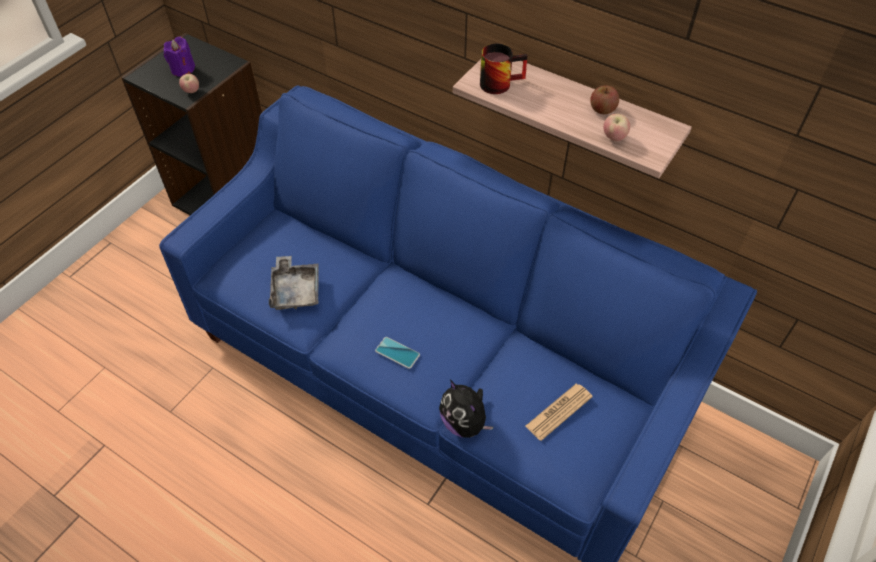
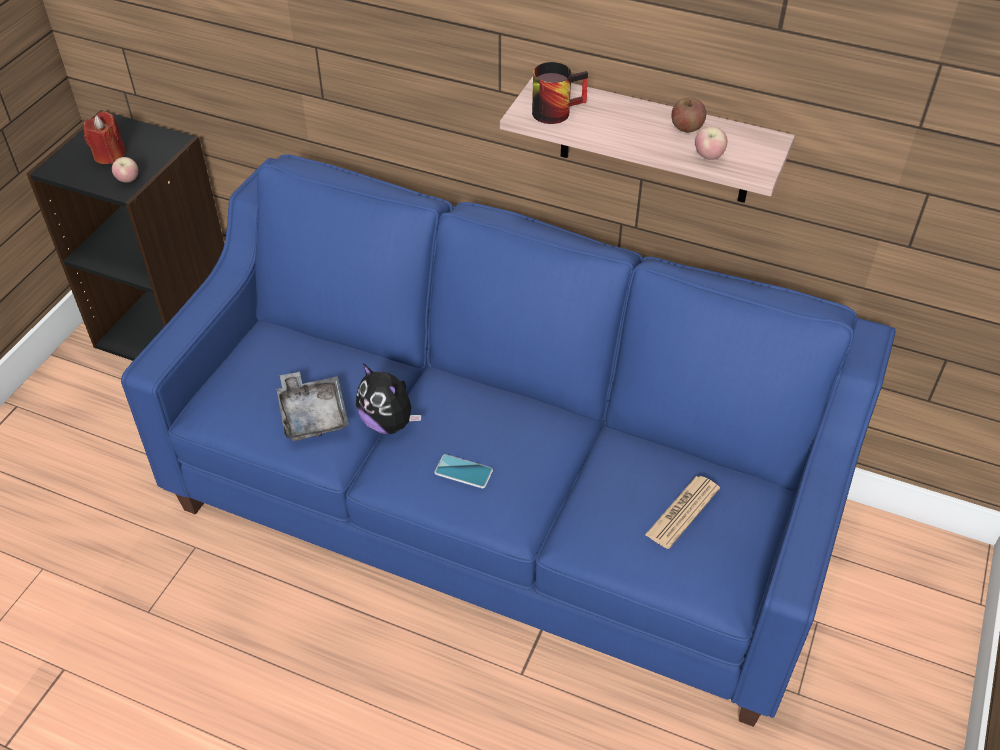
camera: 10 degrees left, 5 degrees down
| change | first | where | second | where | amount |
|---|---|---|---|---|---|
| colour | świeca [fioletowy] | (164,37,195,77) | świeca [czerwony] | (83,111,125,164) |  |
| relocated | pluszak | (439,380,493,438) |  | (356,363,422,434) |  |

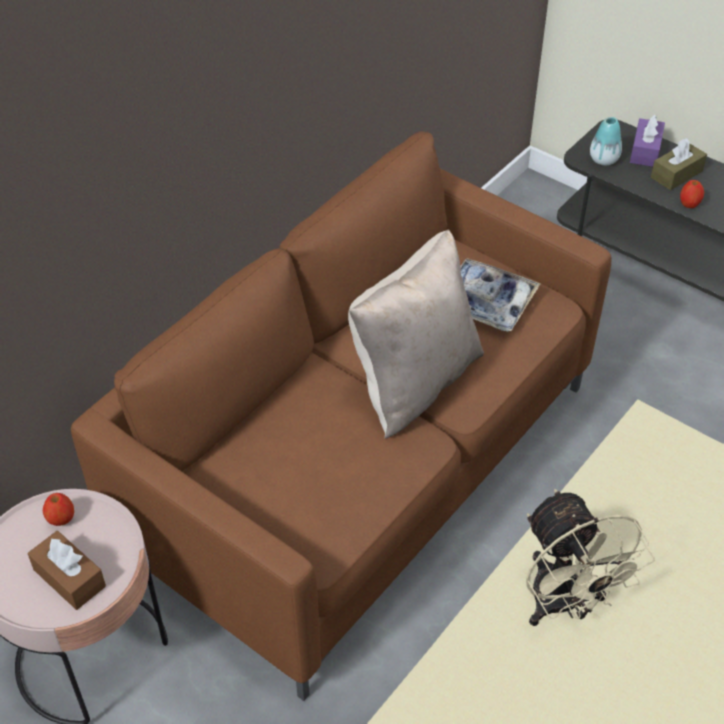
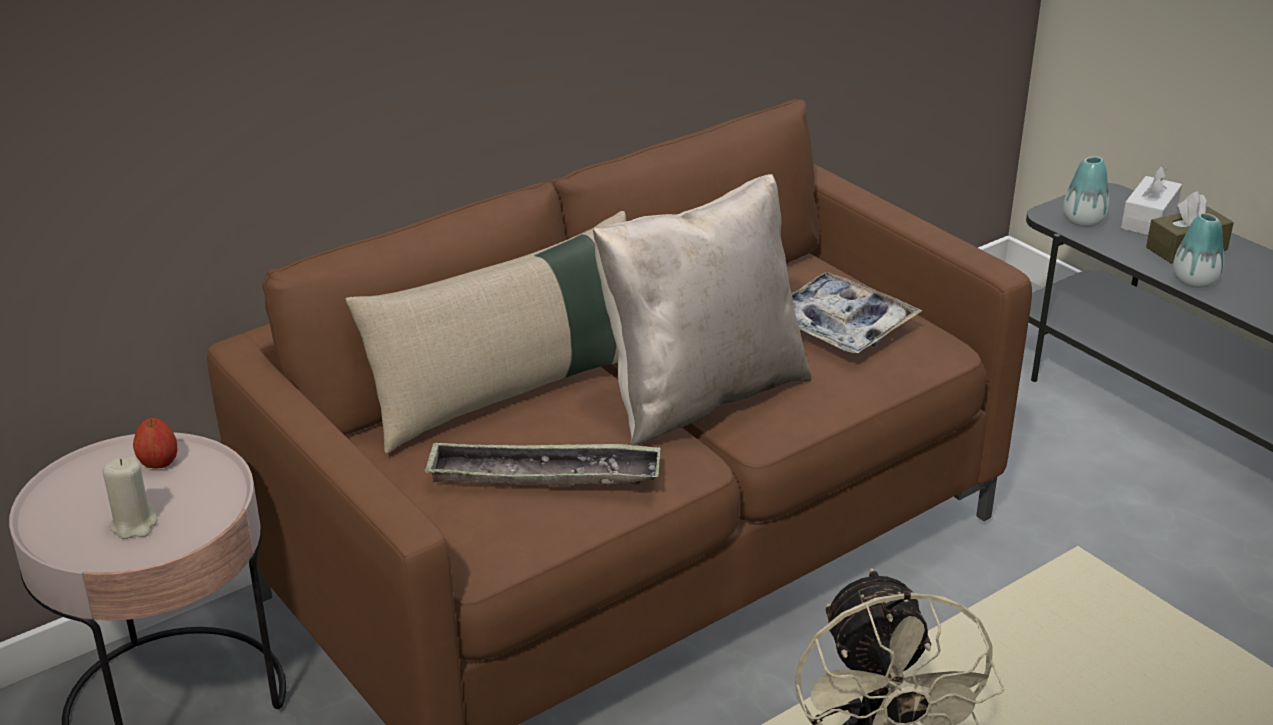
camera: 15 degrees right, 15 degrees down
| change | first | where | second | where | amount |
|---|---|---|---|---|---|
| exchanged | pudełko chusteczek [brązowy] | (28,531,106,610) | świeca [beżowy] | (103,457,158,539) |  |
| colour | pudełko chusteczek [fioletowy] | (630,114,665,167) | pudełko chusteczek [biały] | (1121,166,1182,235) |  |
| exchanged | jabłko | (680,180,704,208) | wazon | (1173,213,1224,288) |  |
| appeared |  |  | poduszka [beżowy] | (345,211,626,453) |  |
| appeared |  |  | taca | (425,442,661,486) |  |

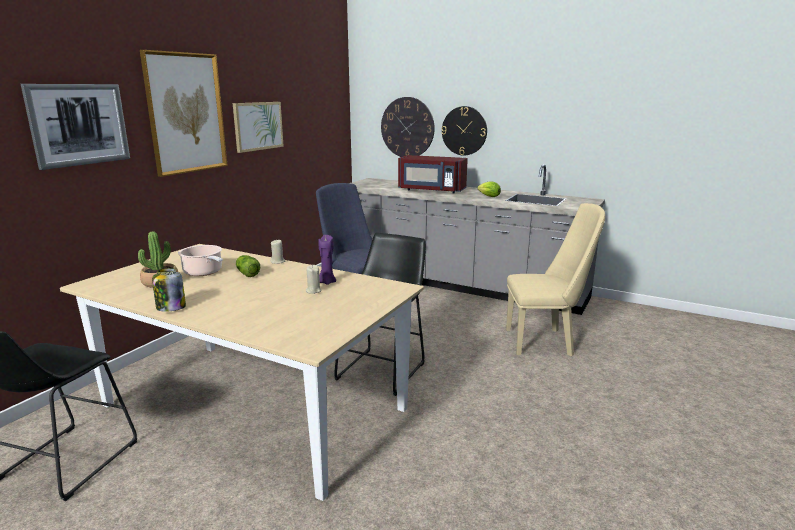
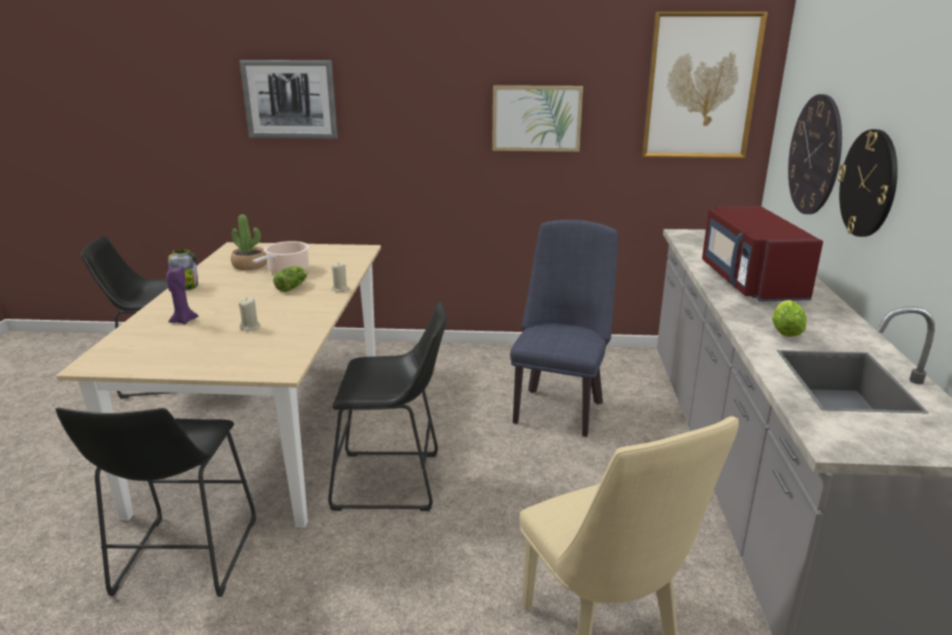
camera: 65 degrees right, 5 degrees up
| change | first | where | second | where | amount |
|---|---|---|---|---|---|
| relocated | obraz | (140,50,228,177) |  | (642,12,768,158) |  |
| relocated | świeca [fioletowy] | (318,235,336,285) |  | (166,265,198,324) |  |
| appeared |  |  | stołek [czarny] | (56,408,256,597) |  |

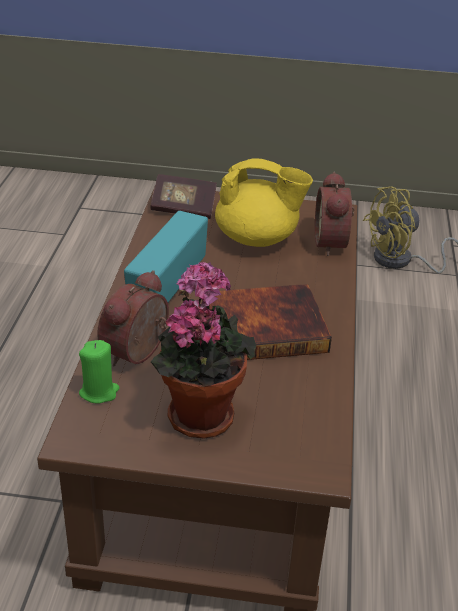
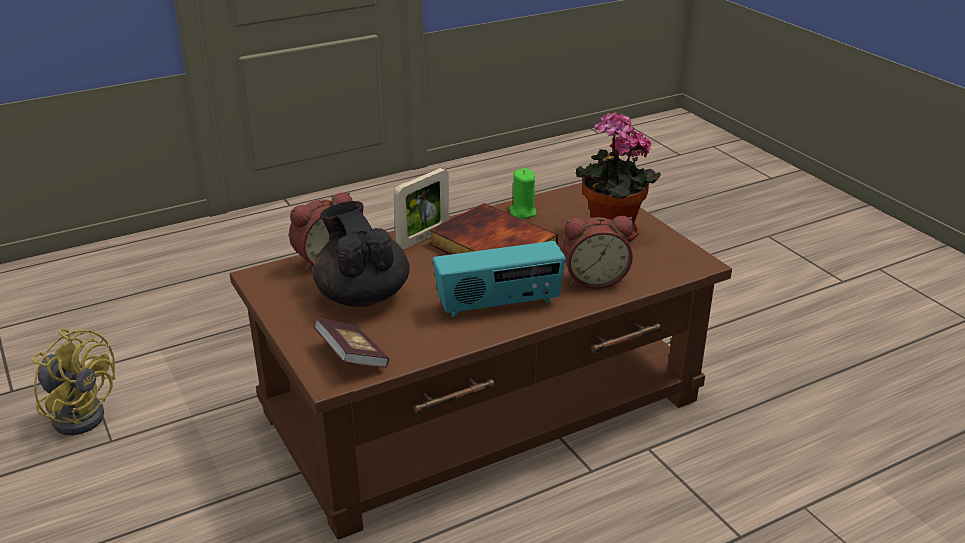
camera: 125 degrees left, 5 degrees down
| change | first | where | second | where | amount |
|---|---|---|---|---|---|
| relocated | świeca [zielony] | (79,340,119,403) |  | (509,168,536,219) |  |
| colour | imbryk [żółty] | (215,158,313,247) | imbryk [czarny] | (313,201,410,307) |  |
| appeared |  |  | ramka na zdjęcie | (394,168,450,249) |  |

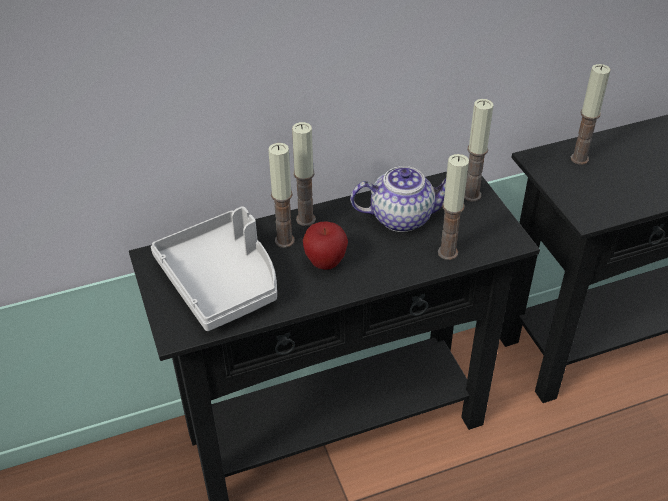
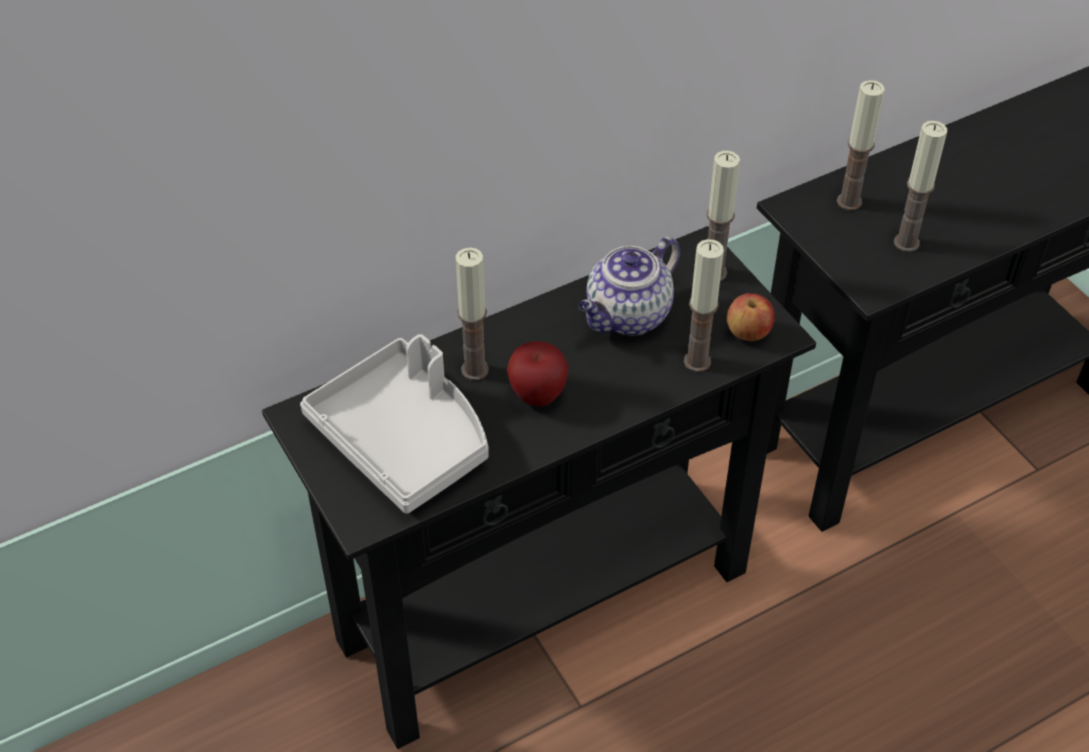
camera: 10 degrees left, 5 degrees up
| change | first | where | second | where | amount |
|---|---|---|---|---|---|
| relocated | świeca | (292,122,316,226) |  | (894,121,947,252) |  |
| spun | imbryk | (350,166,446,232) |  | (579,236,680,336) | 150 degrees clockwise |
| appeared |  |  | jabłko | (727,293,775,341) |  |

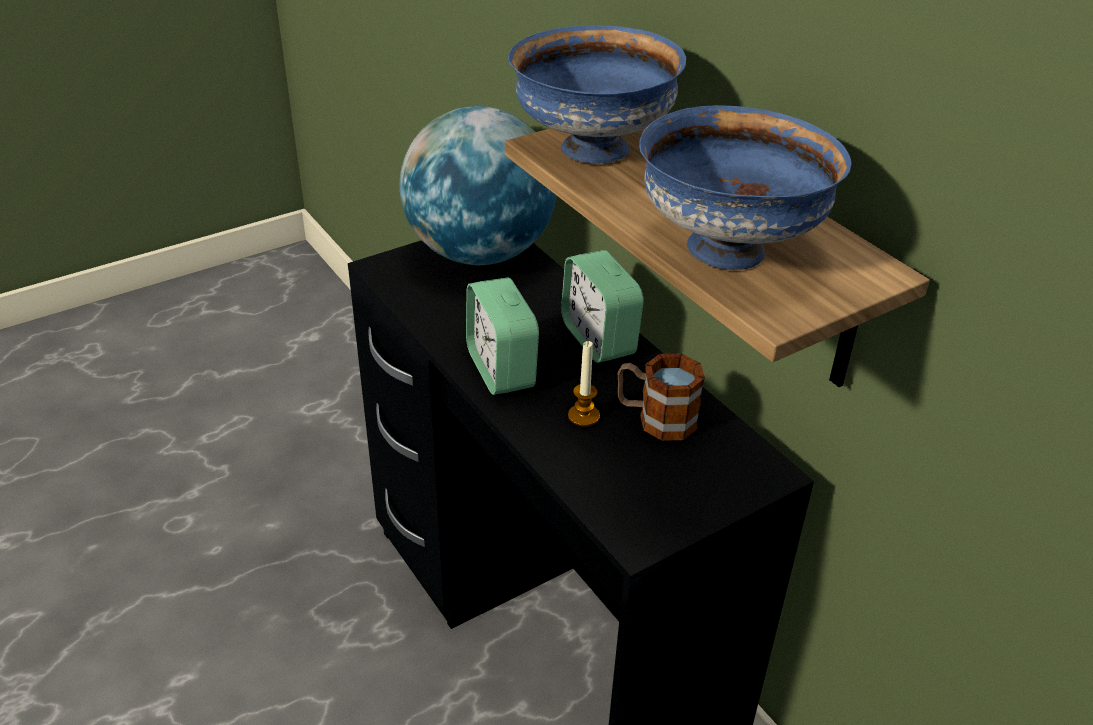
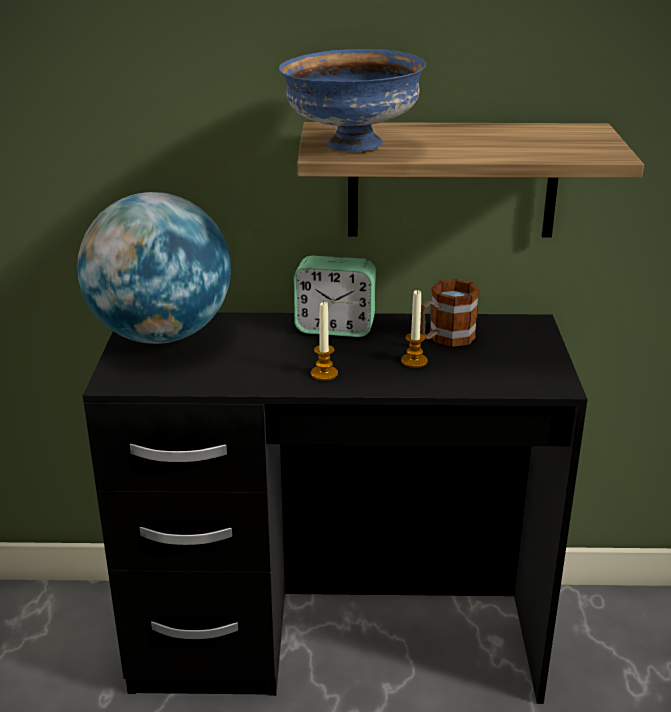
camera: 55 degrees left, 10 degrees down
| change | first | where | second | where | amount |
|---|---|---|---|---|---|
| exchanged | budzik | (466,277,539,395) | świeca | (311,302,338,381) |  |
| missing | miska [niebieski] | (639,105,852,270) |  |  |  |

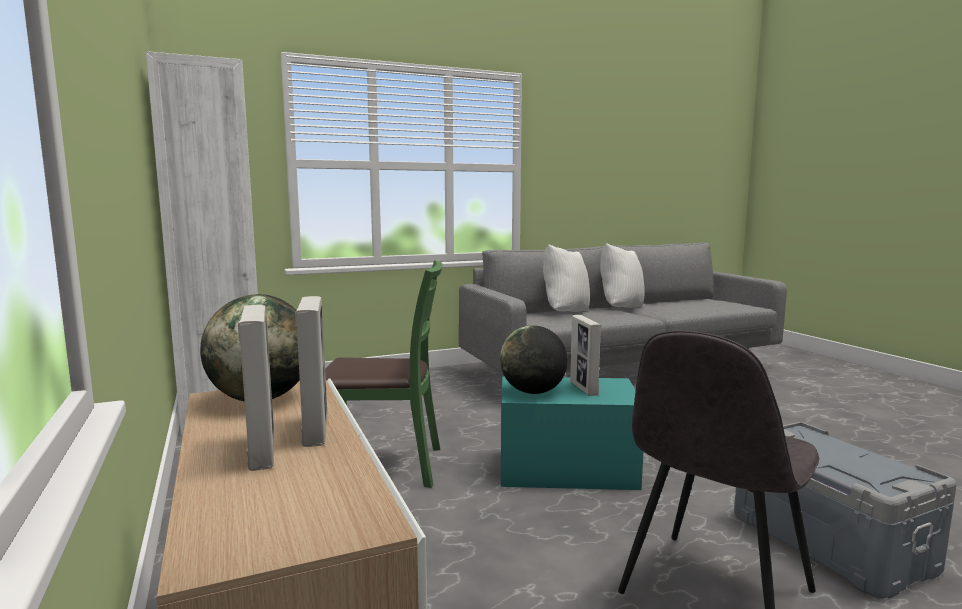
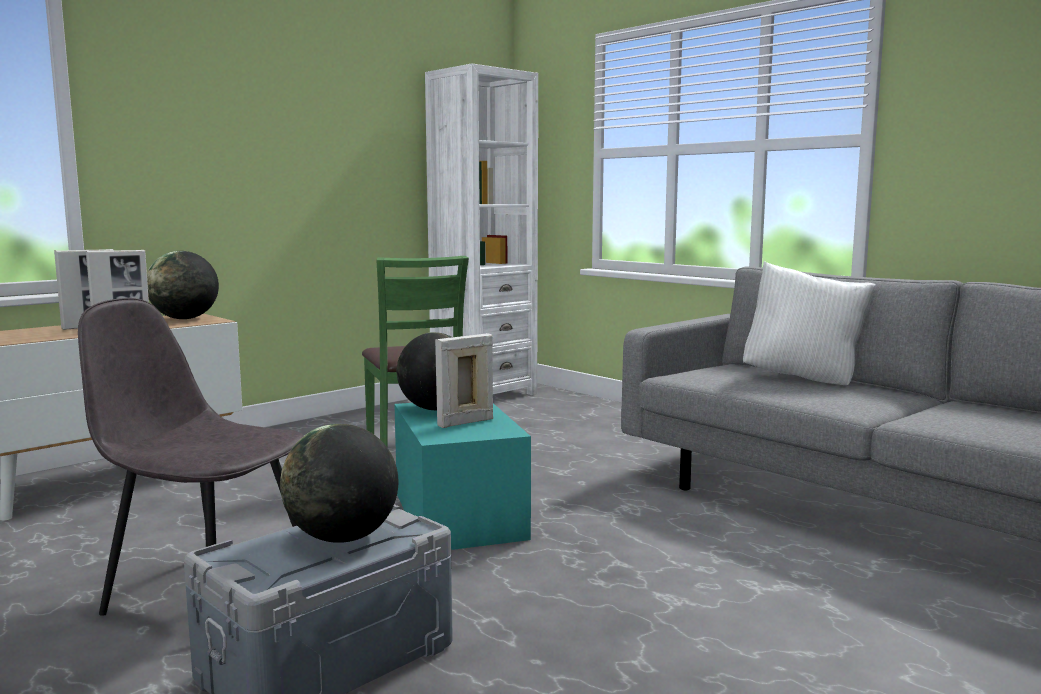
camera: 70 degrees right, 0 degrees up
| change | first | where | second | where | amount |
|---|---|---|---|---|---|
| missing | poduszka [biały] | (600,243,645,308) |  |  |  |
| appeared |  |  | globus | (280,424,398,543) |  |

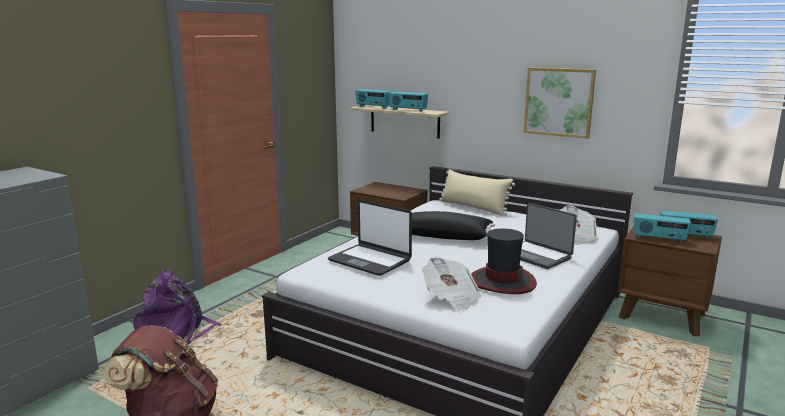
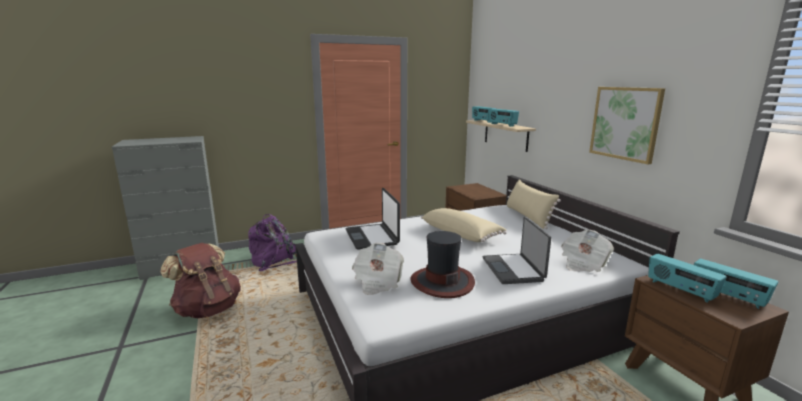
camera: 35 degrees right, 0 degrees up
| change | first | where | second | where | amount |
|---|---|---|---|---|---|
| colour | poduszka [czarny] | (412,211,495,240) | poduszka [beżowy] | (421,208,507,242) |  |

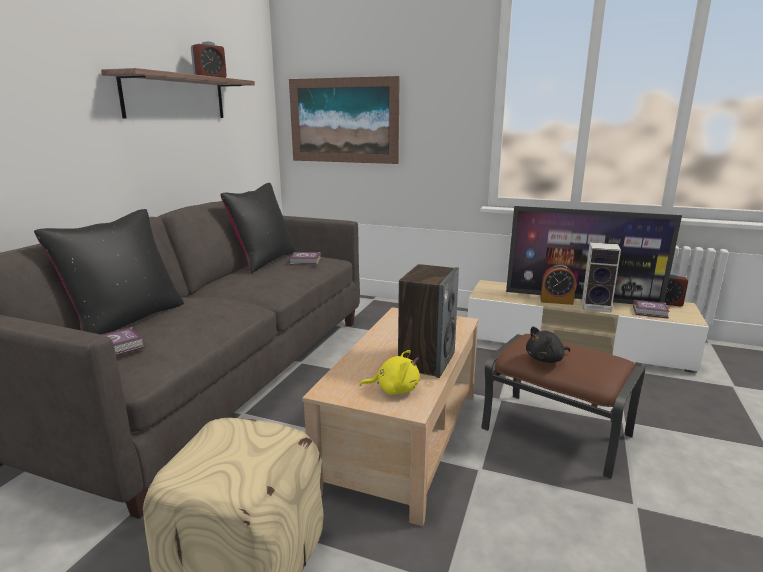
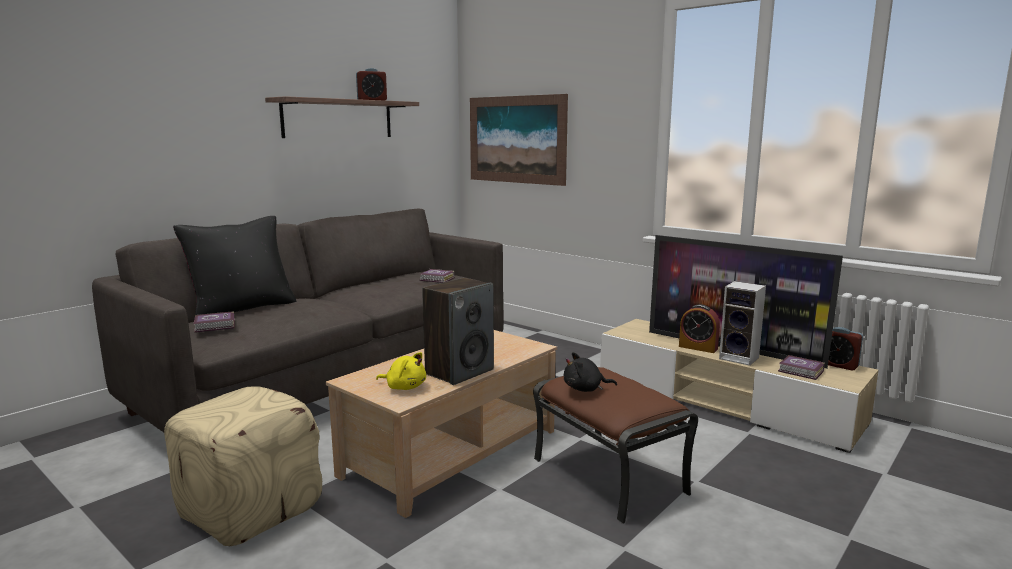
camera: 20 degrees right, 5 degrees down
| change | first | where | second | where | amount |
|---|---|---|---|---|---|
| missing | poduszka [czarny] | (220,183,296,273) |  |  |  |

